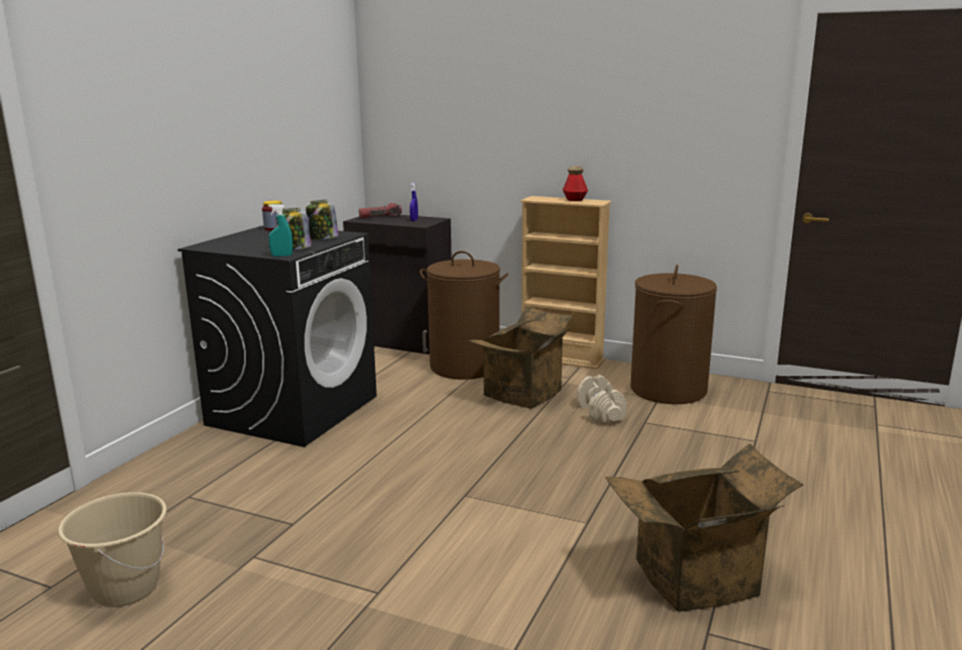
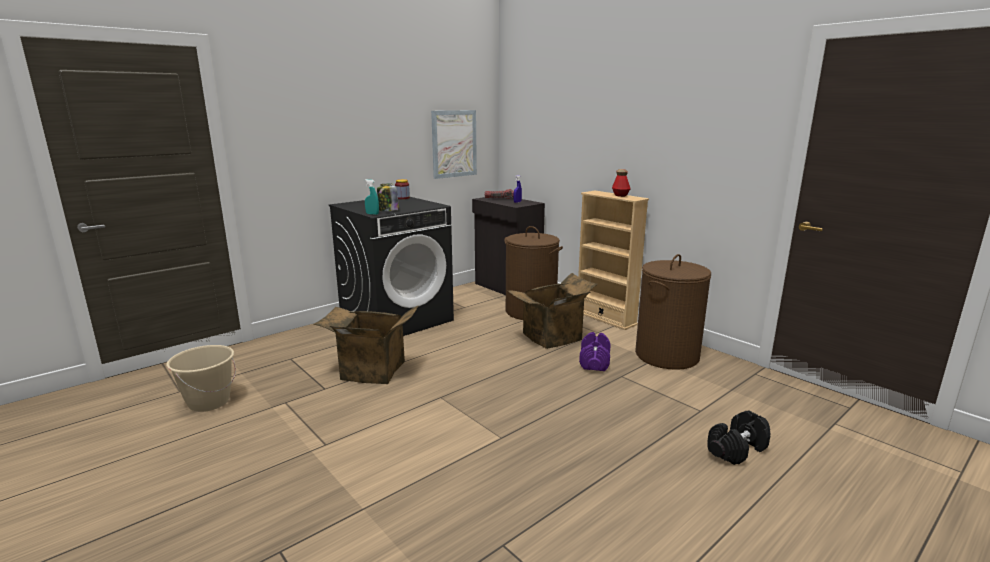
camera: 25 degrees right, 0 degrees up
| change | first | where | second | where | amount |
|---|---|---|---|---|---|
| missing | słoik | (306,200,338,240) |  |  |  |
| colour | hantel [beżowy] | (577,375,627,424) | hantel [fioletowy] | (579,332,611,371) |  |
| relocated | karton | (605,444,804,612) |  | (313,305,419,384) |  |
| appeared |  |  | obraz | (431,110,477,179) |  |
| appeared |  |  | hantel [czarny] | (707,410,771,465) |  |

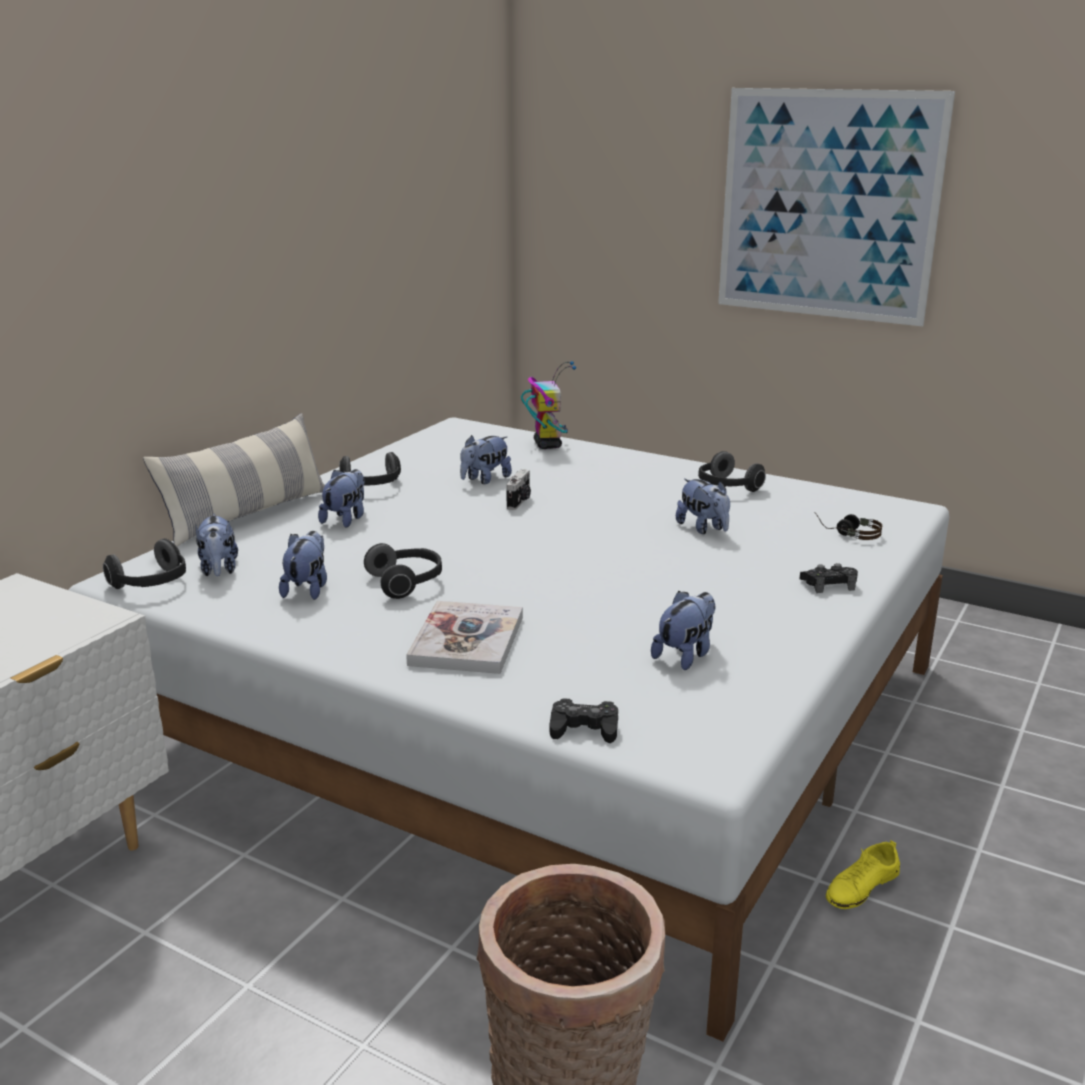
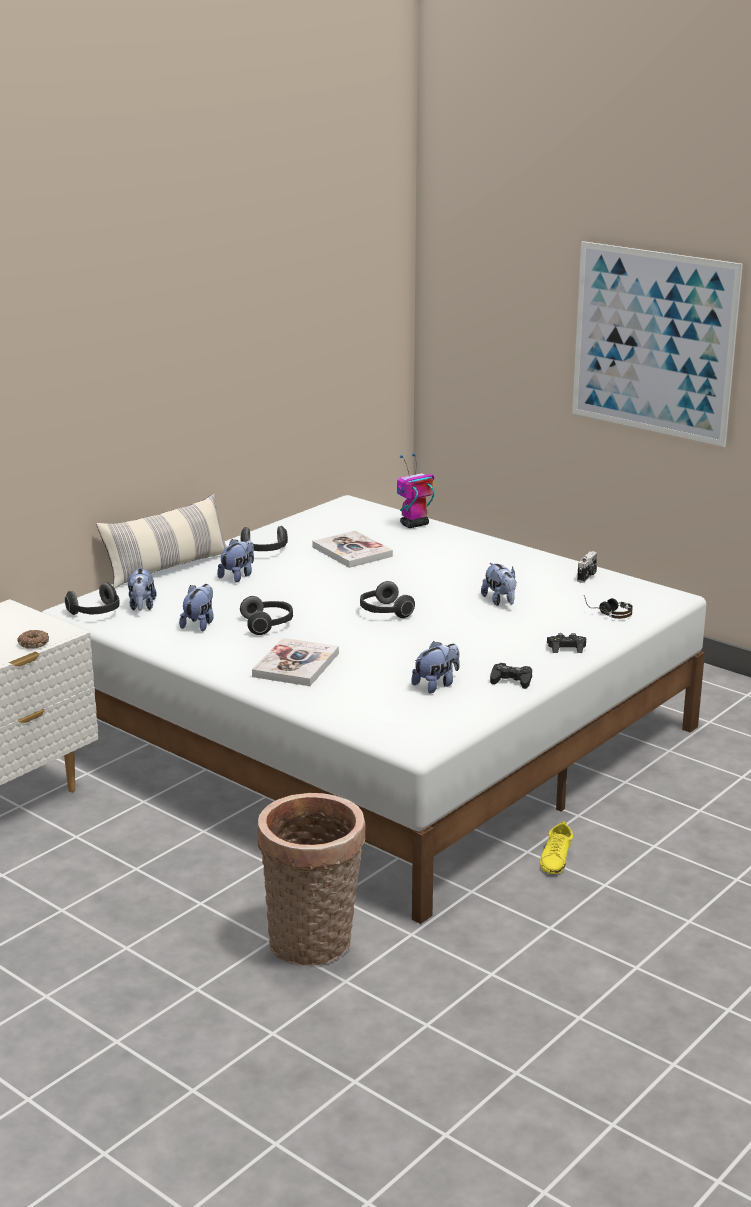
camera: 10 degrees right, 0 degrees up
| change | first | where | second | where | amount |
|---|---|---|---|---|---|
| exchanged | pluszak | (460,435,512,484) | książka | (312,531,393,568) |  |
| relocated | aparat fotograficzny | (506,469,531,510) |  | (577,551,597,583) |  |
| spun | robot zabawkowy | (521,361,576,449) |  | (397,453,434,528) | 120 degrees counterclockwise |
| relocated | pad do gier [czarny] | (550,698,618,743) |  | (490,663,532,689) |  |
| relocated | słuchawki | (698,451,766,492) |  | (360,581,415,618) |  |
| spun | but [żółty] | (826,840,900,909) |  | (540,821,573,874) | 45 degrees counterclockwise |
| appeared |  |  | donut | (17,630,49,649) |  |

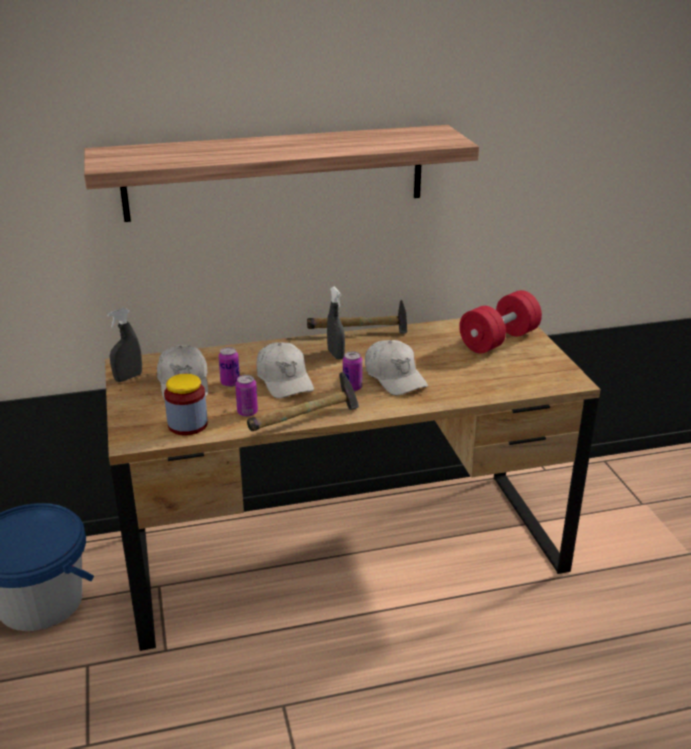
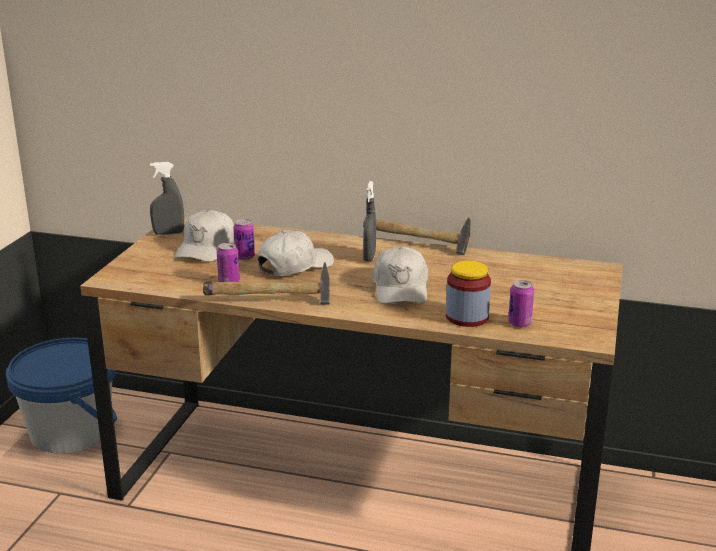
camera: 30 degrees right, 5 degrees down
| change | first | where | second | where | amount |
|---|---|---|---|---|---|
| missing | półka | (84,125,479,222) |  |  |  |
| relocated | słoik | (164,374,208,436) |  | (446,261,491,327) |  |
| spun | czapka z daszkiem [biały] | (256,342,314,398) |  | (258,230,334,276) | 135 degrees counterclockwise |
| relocated | puszka | (343,351,363,391) |  | (508,280,534,328) |  |
| missing | hantel [czerwony] | (459,290,542,353) |  |  |  |

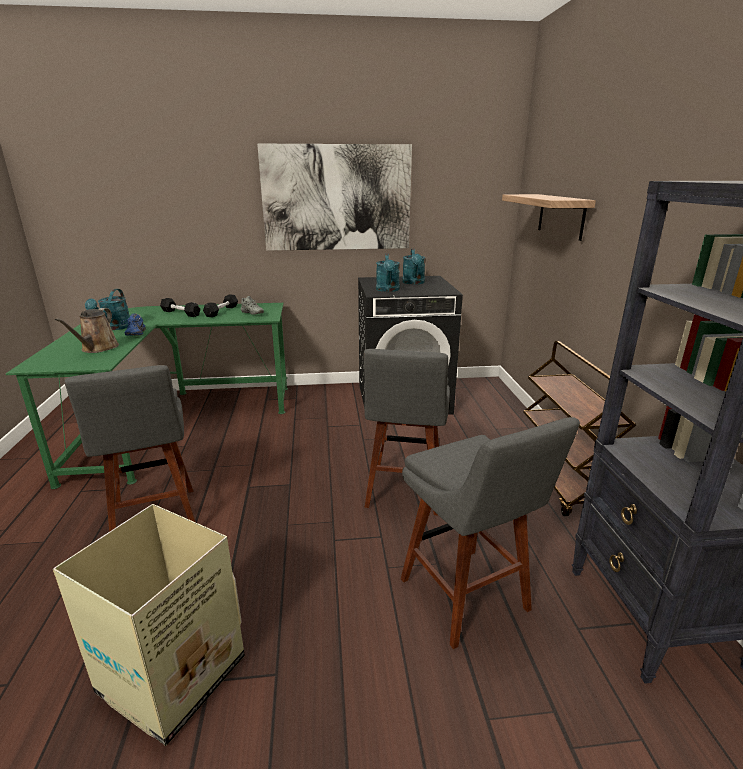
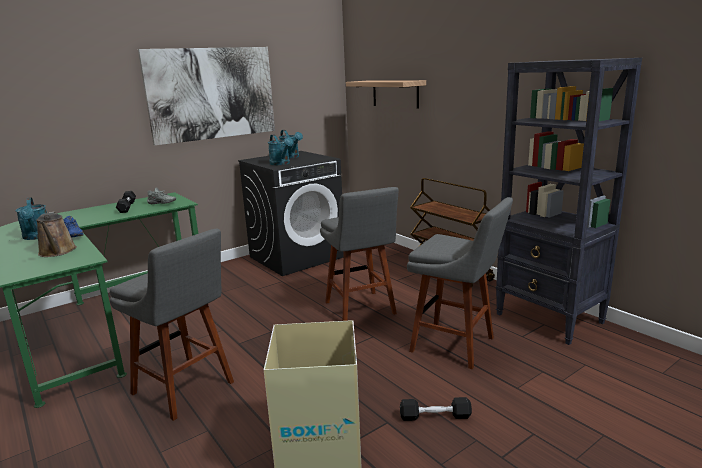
camera: 30 degrees left, 5 degrees down
| change | first | where | second | where | amount |
|---|---|---|---|---|---|
| relocated | hantel [czarny] | (160,298,200,317) |  | (400,397,472,421) |  |

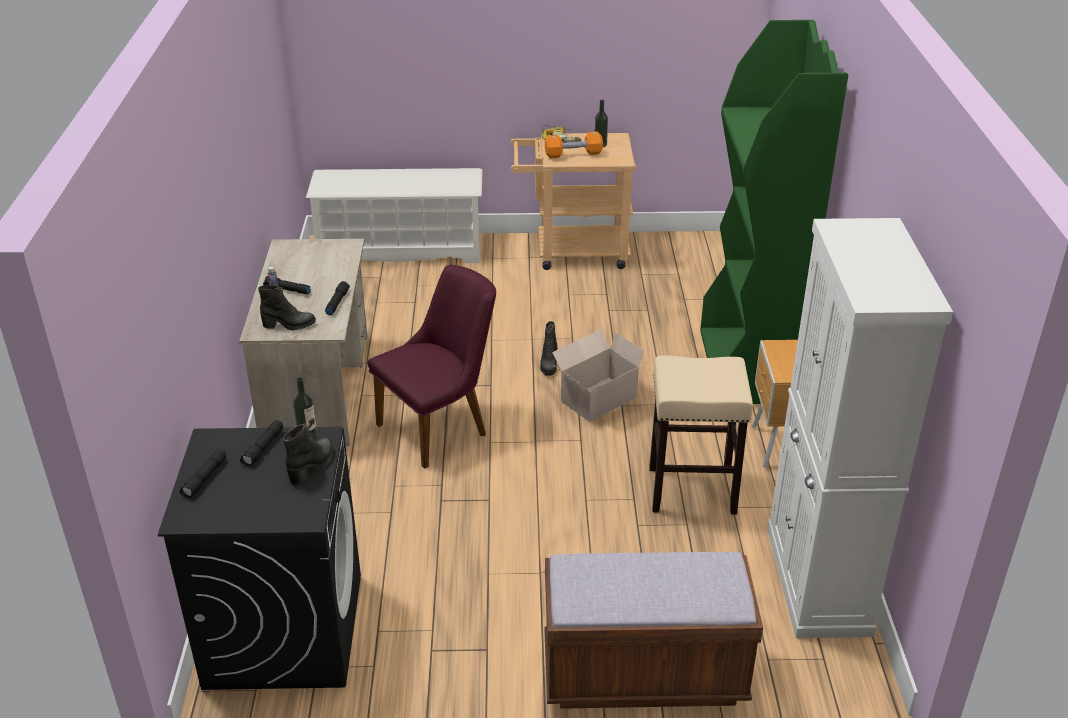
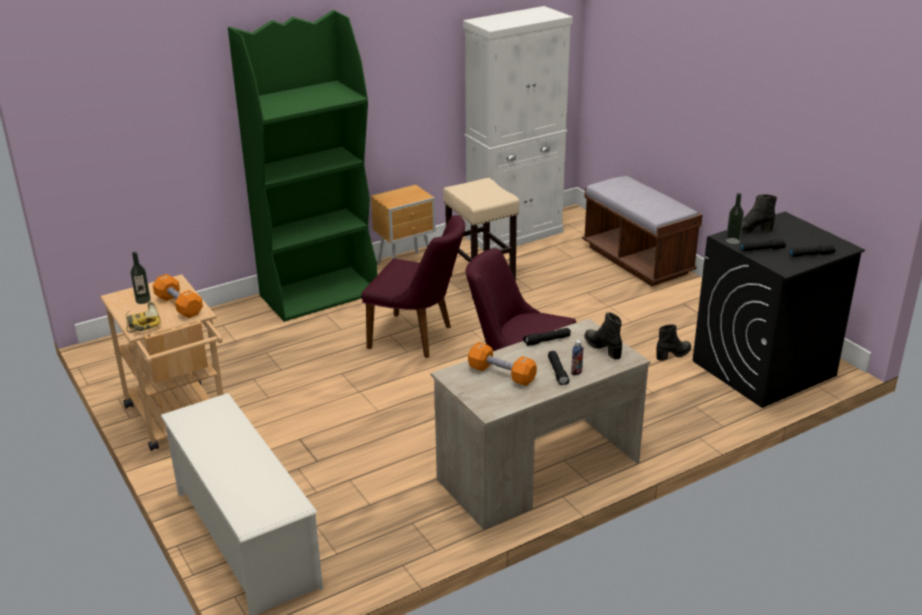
camera: 120 degrees left, 5 degrees down
| change | first | where | second | where | amount |
|---|---|---|---|---|---|
| relocated | but z cholewką [czarny] | (540,321,557,376) |  | (656,324,691,361) |  |
| exchanged | karton | (552,330,650,422) | krzesło [fioletowy] | (361,215,465,358) |  |
| appeared |  |  | hantel [pomarańczowy] | (468,342,537,386) |  |

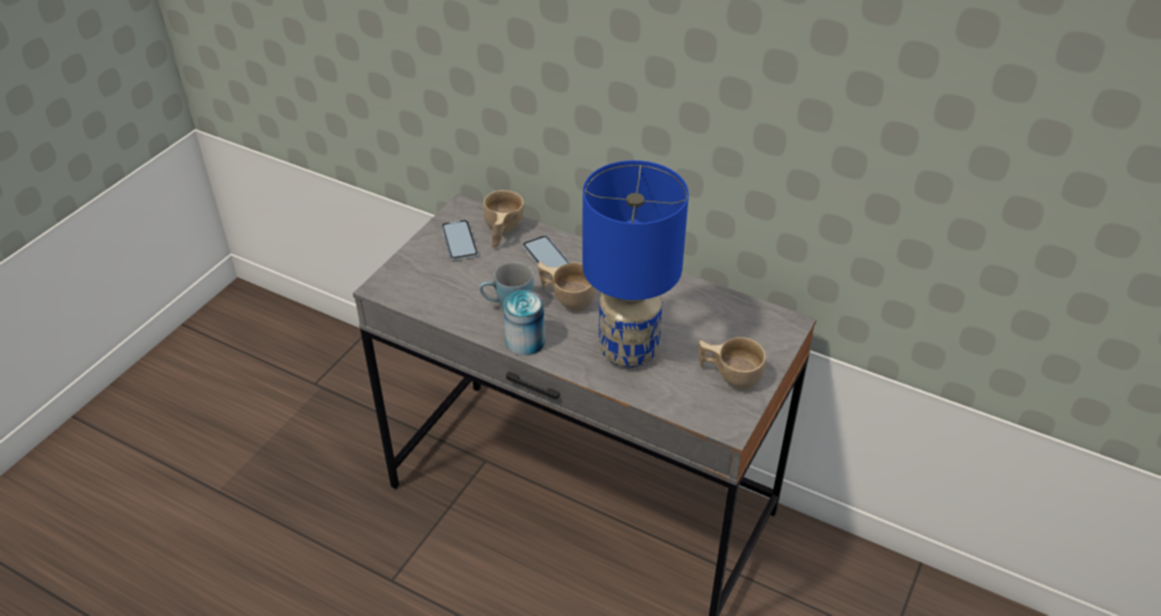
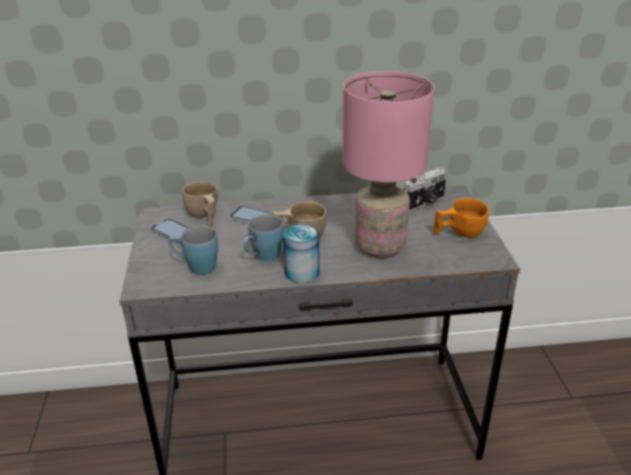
camera: 35 degrees left, 10 degrees down
| change | first | where | second | where | amount |
|---|---|---|---|---|---|
| colour | lampa stołowa [niebieski] | (583,160,689,368) | lampa stołowa [różowy] | (342,71,434,258) |  |
| colour | filiżanka [beżowy] | (699,337,766,390) | filiżanka [pomarańczowy] | (433,198,489,238) |  |
| appeared |  |  | kubek [niebieski] | (168,226,218,274) |  |
| appeared |  |  | aparat fotograficzny | (404,168,446,212) |  |

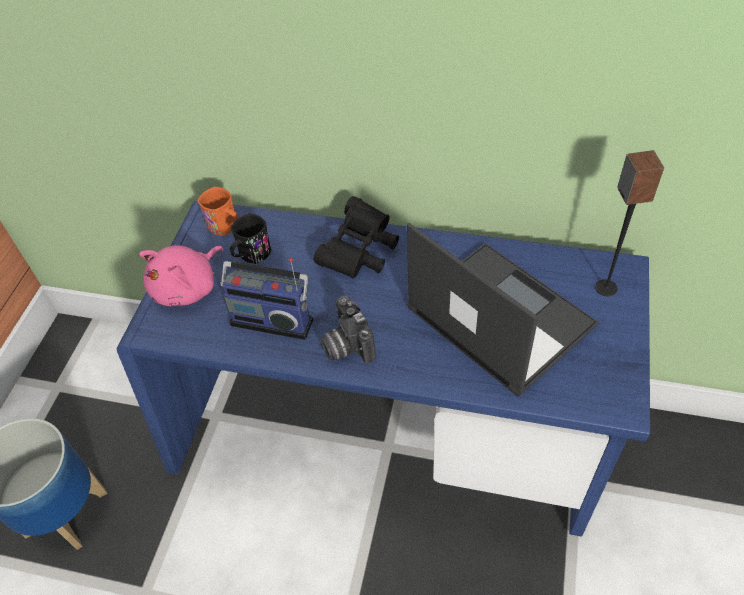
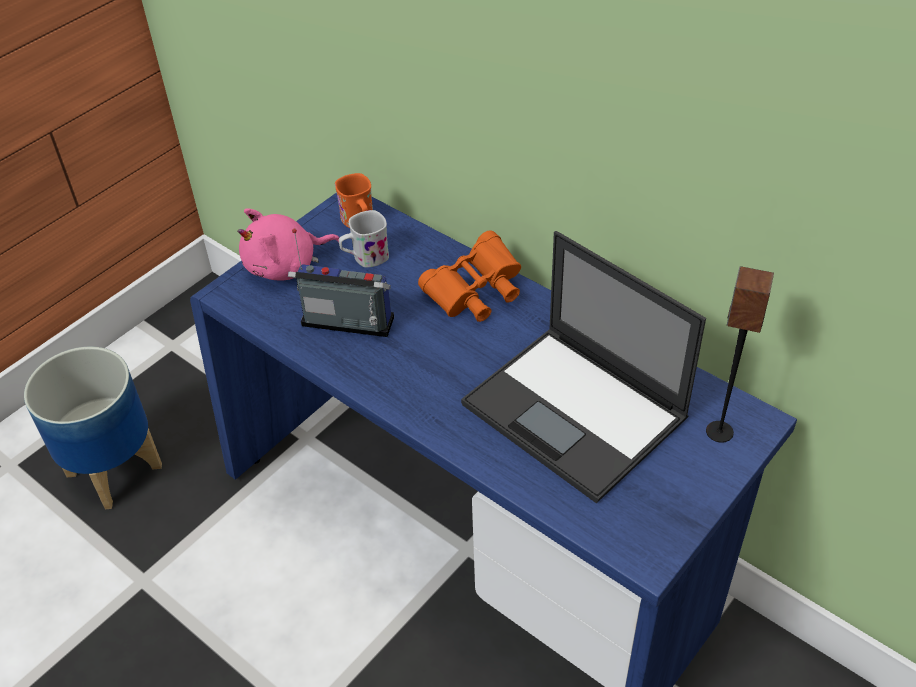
camera: 25 degrees right, 5 degrees down
| change | first | where | second | where | amount |
|---|---|---|---|---|---|
| spun | radio | (220,258,313,340) |  | (288,228,394,337) | 150 degrees clockwise |
| colour | kubek [czarny] | (230,213,272,264) | kubek [biały] | (339,210,389,267) |  |
| colour | lornetka [czarny] | (314,196,399,278) | lornetka [pomarańczowy] | (418,231,521,322) |  |
| missing | aparat fotograficzny | (320,296,376,364) |  |  |  |
| spun | laptop | (407,223,599,397) |  | (461,231,706,503) | 150 degrees clockwise |

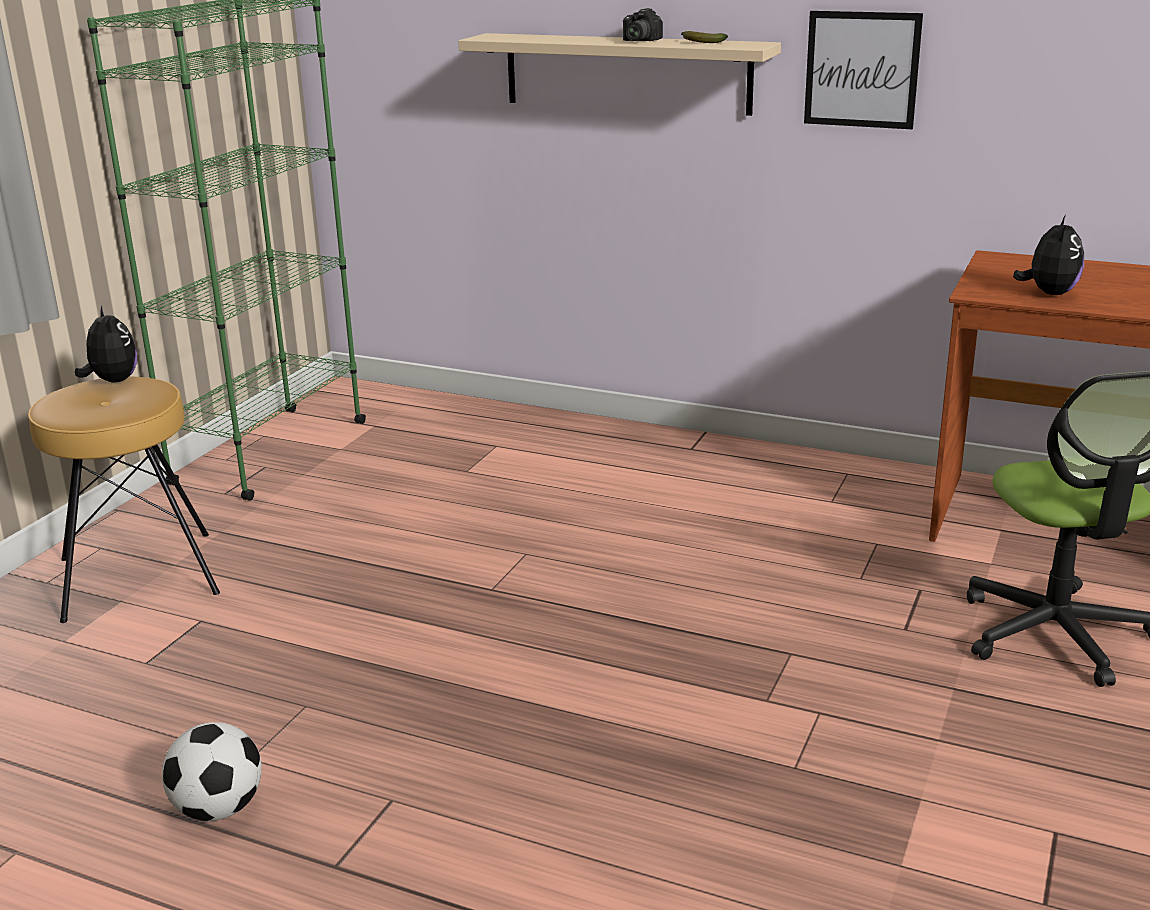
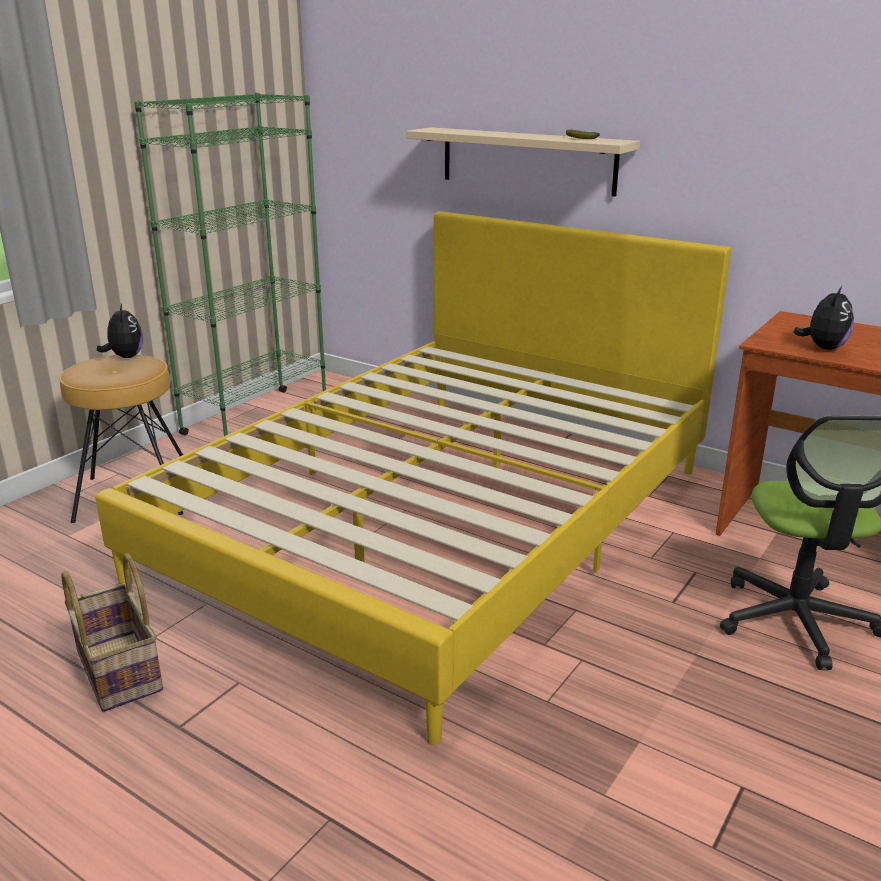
camera: 10 degrees right, 0 degrees up
| change | first | where | second | where | amount |
|---|---|---|---|---|---|
| exchanged | piłka futbolowa | (162,722,262,821) | koszyk | (61,553,163,712) |  |
| missing | aparat fotograficzny | (623,8,663,41) |  |  |  |
| missing | obraz | (804,11,923,129) |  |  |  |
| appeared |  |  | łóżko [żółty] | (95,211,731,745) |  |

